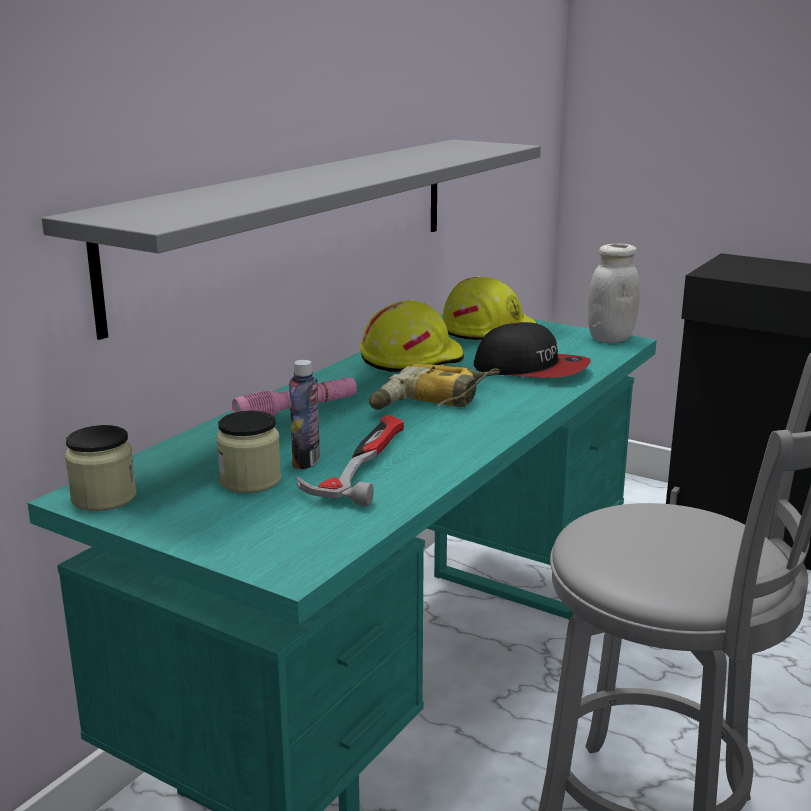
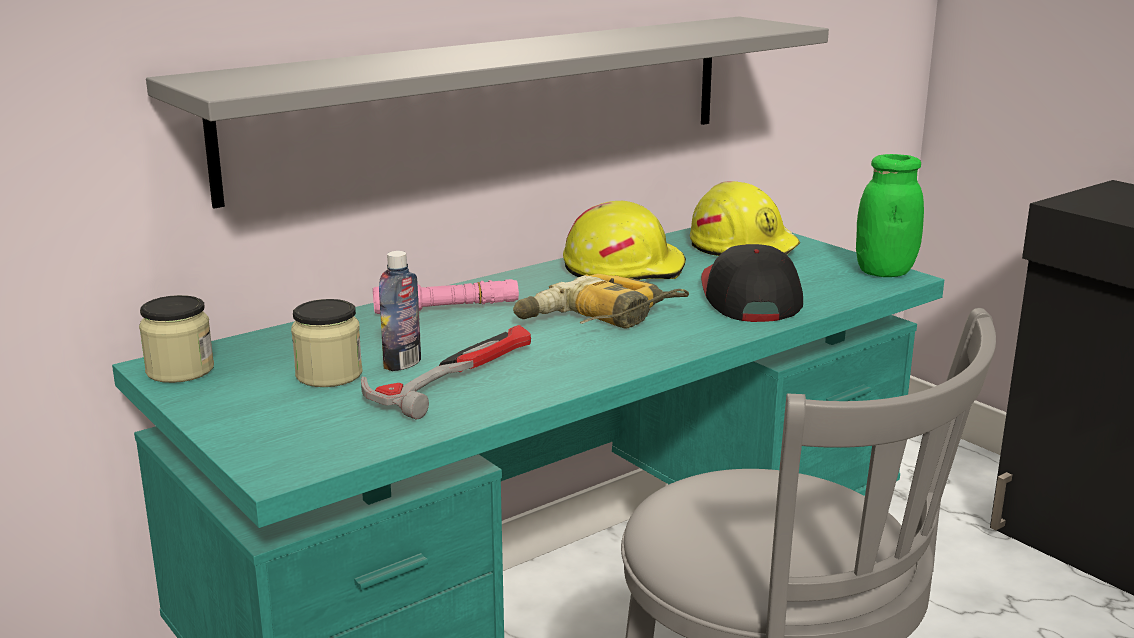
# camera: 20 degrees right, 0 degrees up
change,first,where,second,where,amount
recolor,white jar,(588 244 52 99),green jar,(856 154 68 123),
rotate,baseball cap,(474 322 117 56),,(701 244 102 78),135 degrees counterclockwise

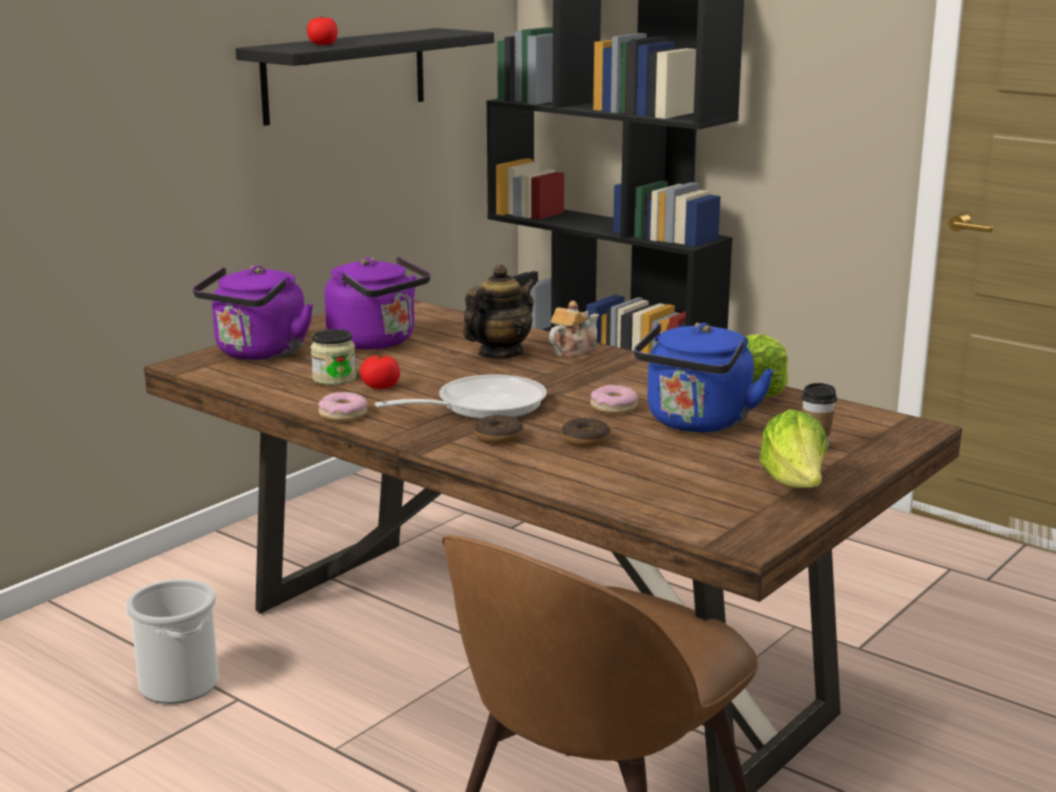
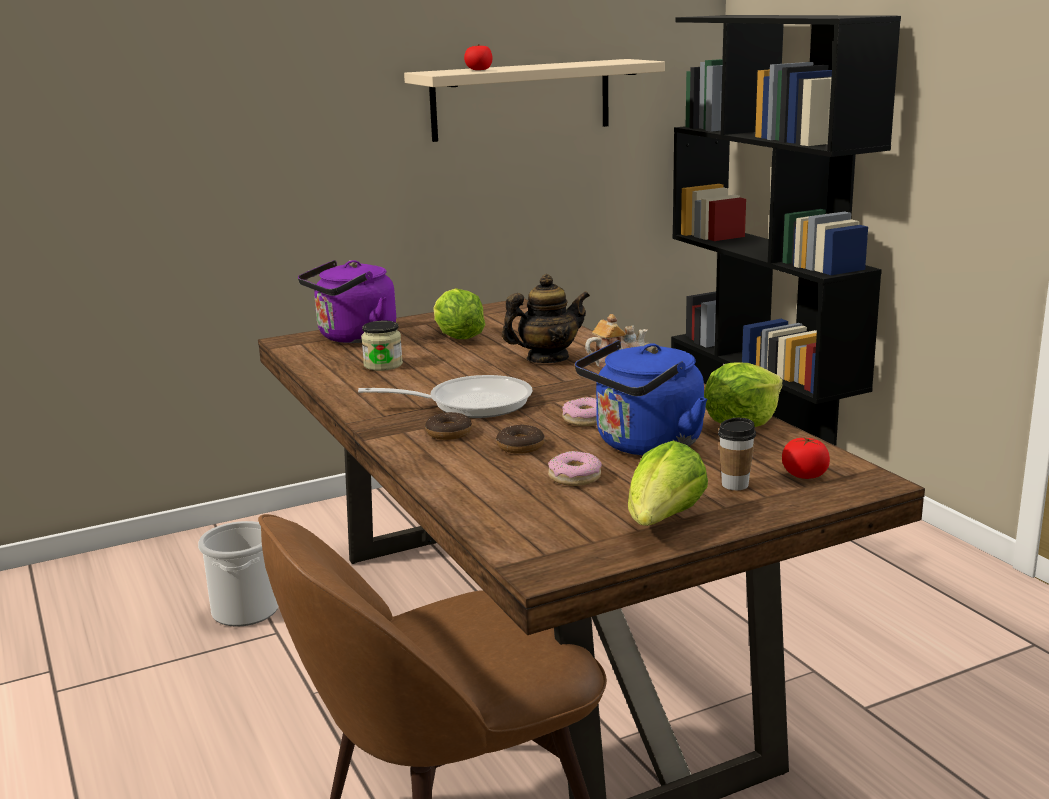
# camera: 25 degrees right, 0 degrees up
change,first,where,second,where,amount
move,ring doughnut,(318 392 49 29),,(548 451 54 35),
move,whole tomato,(360 355 40 34),,(782 437 48 42),
replace,purple tea kettle,(325 256 105 94),lettuce head,(433 288 52 51),
recolor,blackish wall shelf,(236 28 258 98),beige wall shelf,(404 59 261 83),

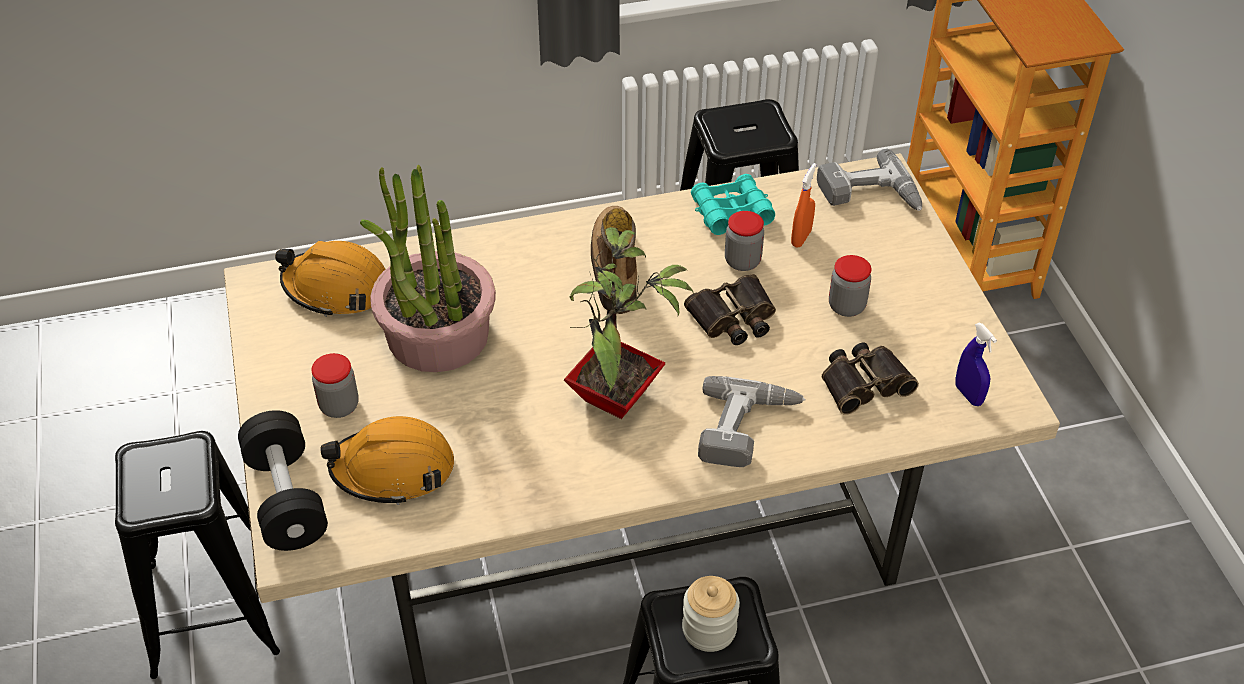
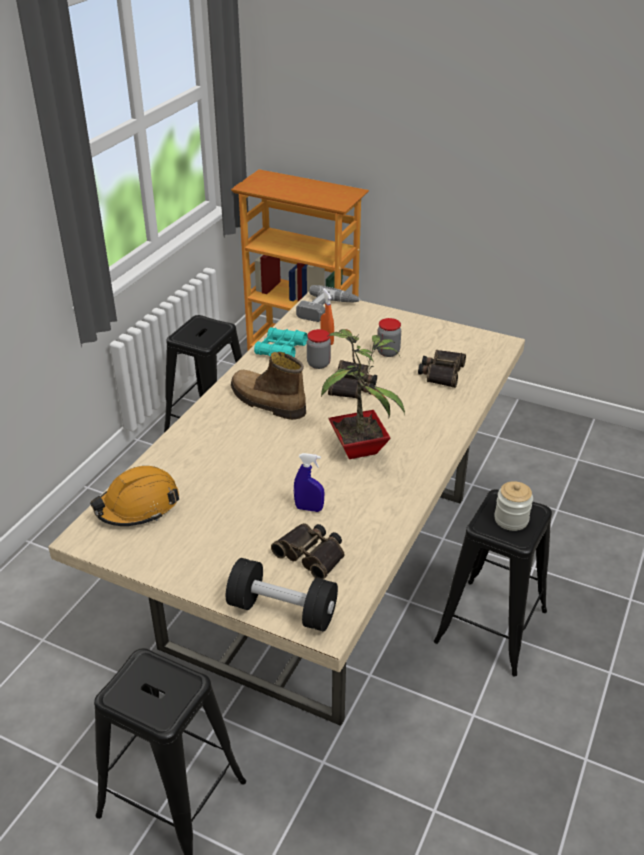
# camera: 50 degrees left, 10 degrees down
change,first,where,second,where,amount
delete,jar,(311 353 48 65),,,
delete,potted plant,(360 164 136 208),,,
delete,power drill,(698 376 108 91),,,
move,blue-coloured spray bottle,(955 323 42 83),,(294 453 30 59),
replace,orange-coloured hard hat,(321 416 133 89),binoculars,(271 523 73 56),

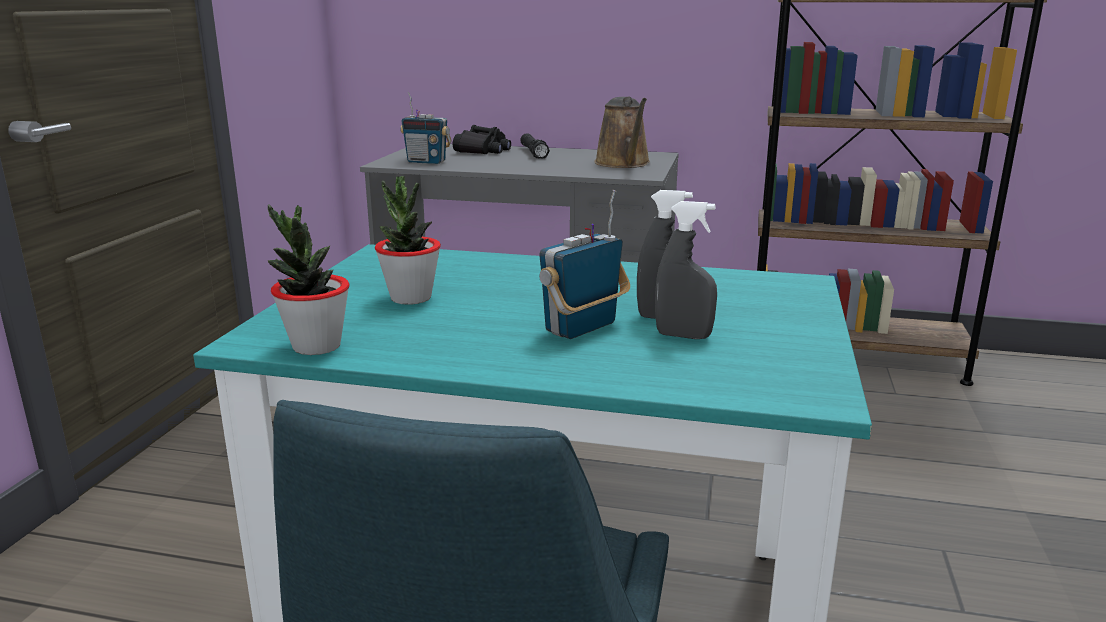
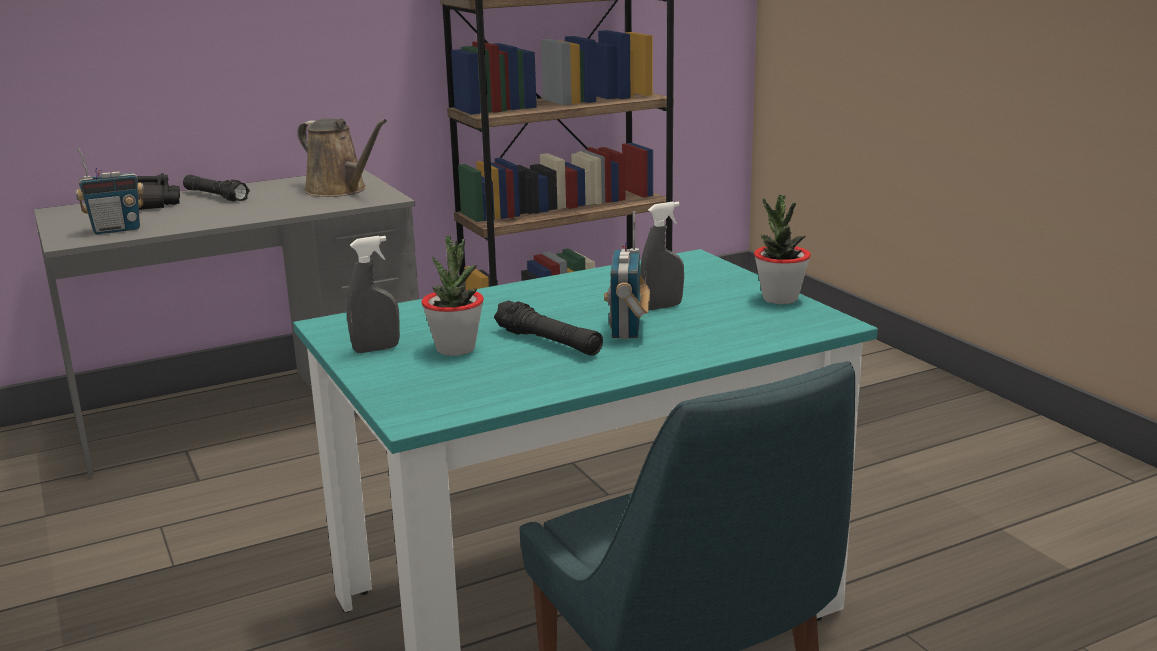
# camera: 40 degrees left, 0 degrees up
change,first,where,second,where,amount
insert,,,blackish hand torch,(494 300 109 56),
move,potted plant,(268 204 81 151),,(754 195 57 109),
move,gray spray bottle,(655 201 62 138),,(347 236 53 117),

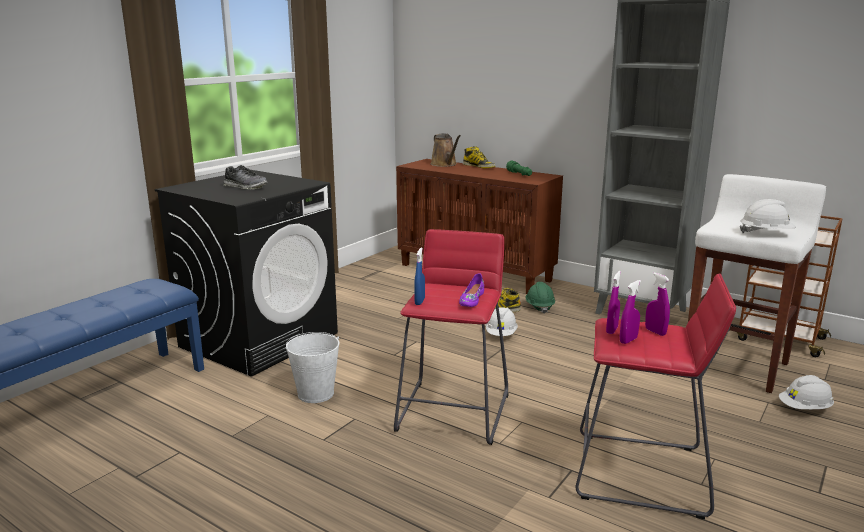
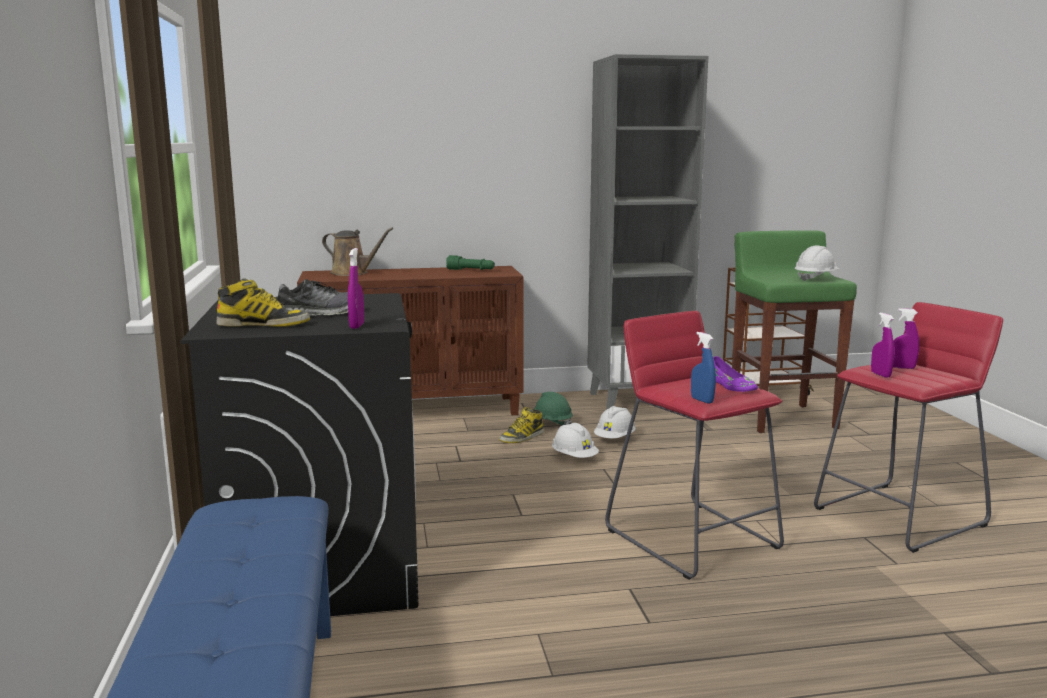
# camera: 45 degrees left, 5 degrees down
change,first,where,second,where,amount
delete,white bucket,(286 332 53 71),,,
move,tall boot,(463 146 32 22),,(217 278 93 49),
move,purple spray bottle,(620 280 21 64),,(348 248 16 81),
move,white hard hat,(779 375 55 34),,(594 406 42 32),
recolor,white sitting stool,(688 174 138 219),green sitting stool,(732 230 125 203),

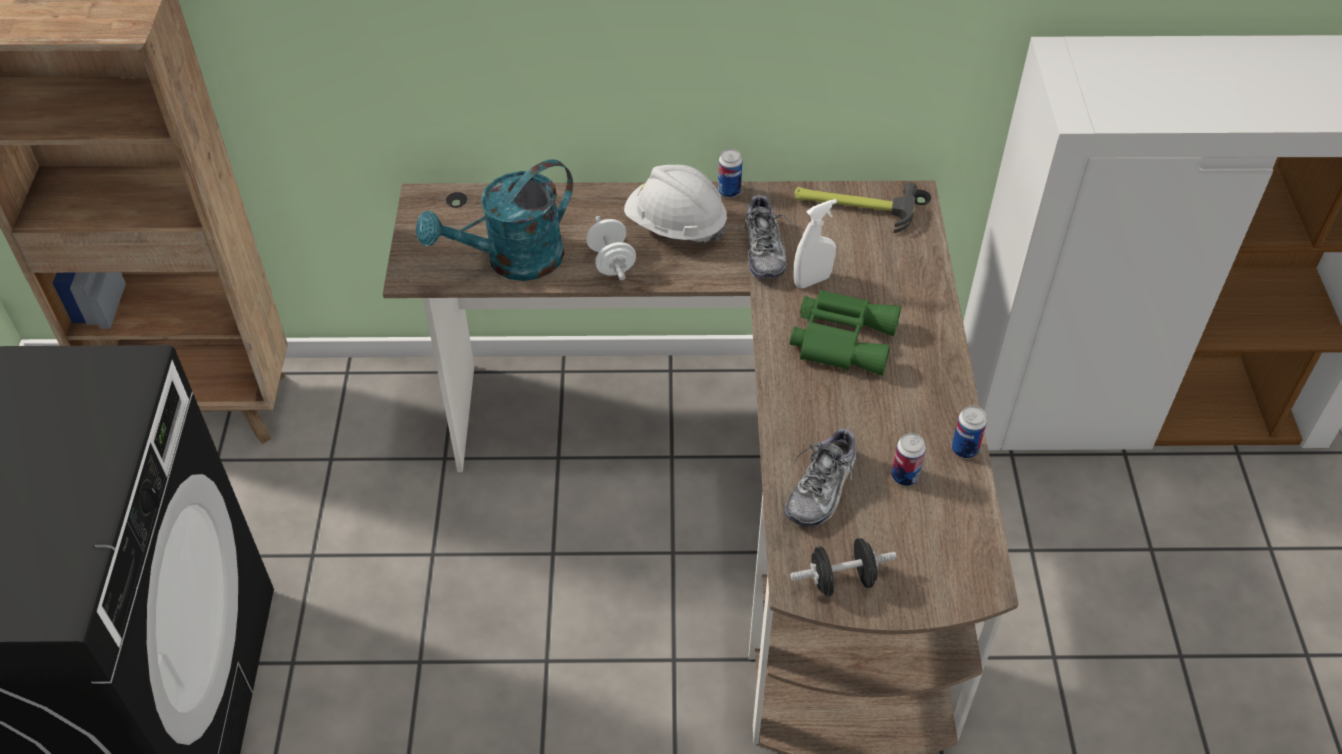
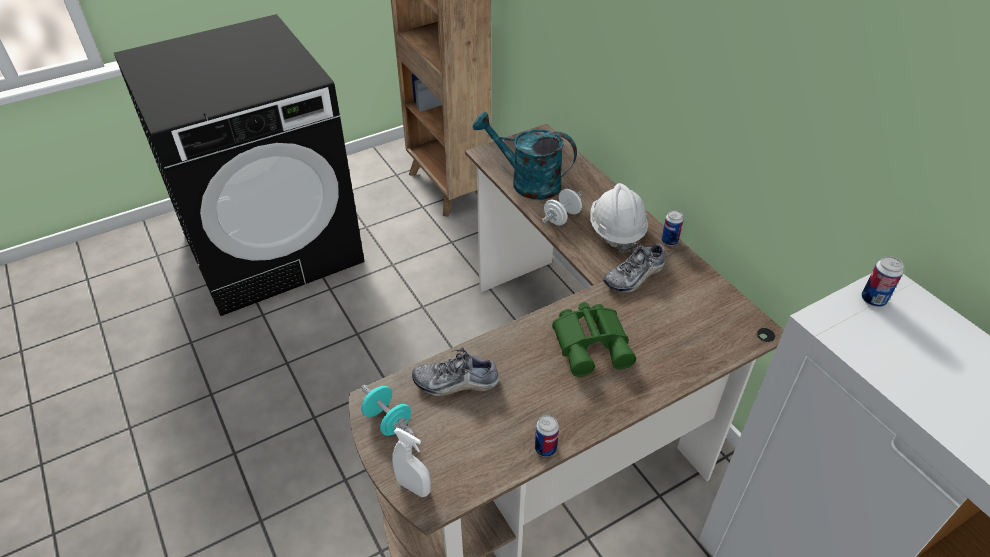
# camera: 60 degrees right, 5 degrees down
change,first,where,second,where,amount
delete,tool hammer,(794 182 123 51),,,
move,white spray bottle,(793 199 44 89),,(392 428 39 69),
move,can,(891 433 35 53),,(861 256 43 51),
recolor,blackish hand weight,(790 538 107 58),turquoise hand weight,(361 385 53 51),

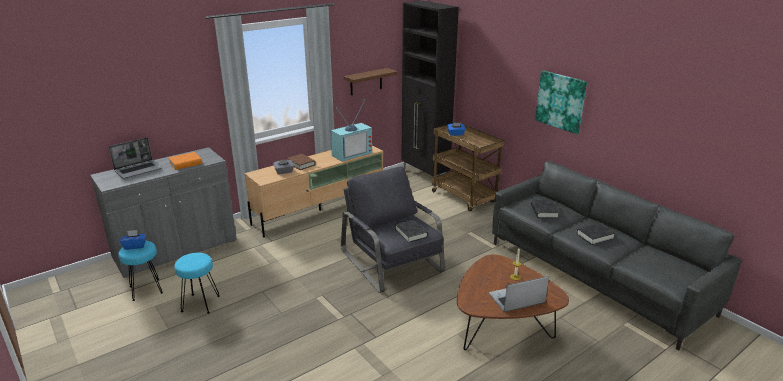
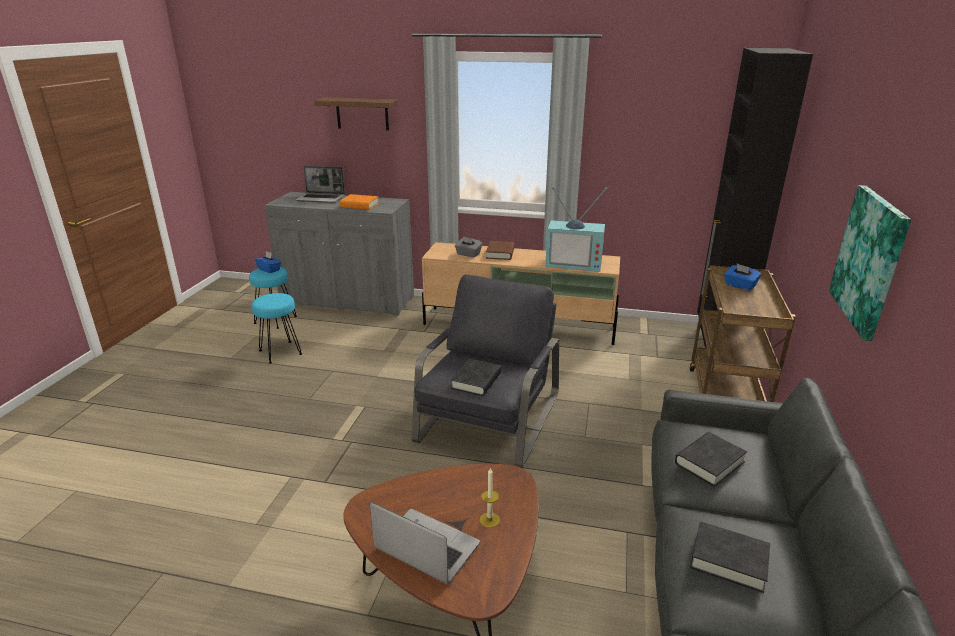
# camera: 50 degrees right, 0 degrees up
change,first,where,second,where,amount
move,brown wall shelf,(344 68 54 27),,(314 97 84 33),

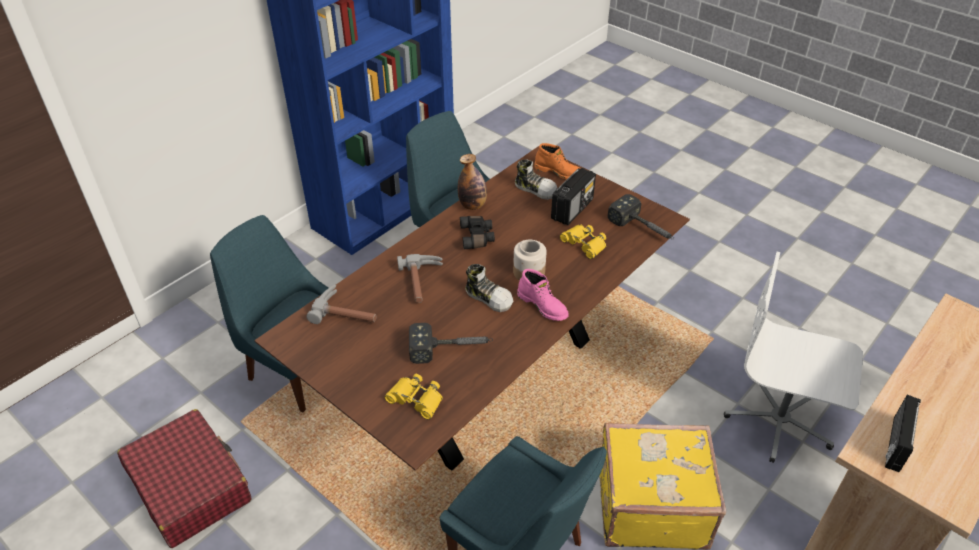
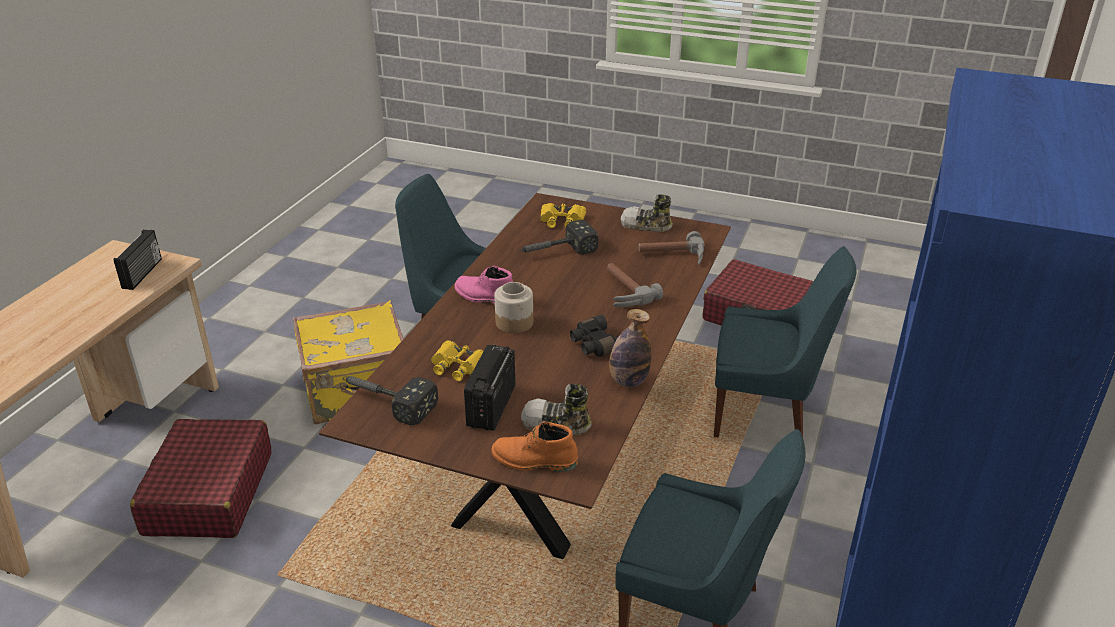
# camera: 160 degrees right, 10 degrees down
change,first,where,second,where,amount
move,shoe,(465 264 48 48),,(621 194 52 38),
replace,white office chair,(724 252 139 211),reddish suitcase,(130 419 142 119),

